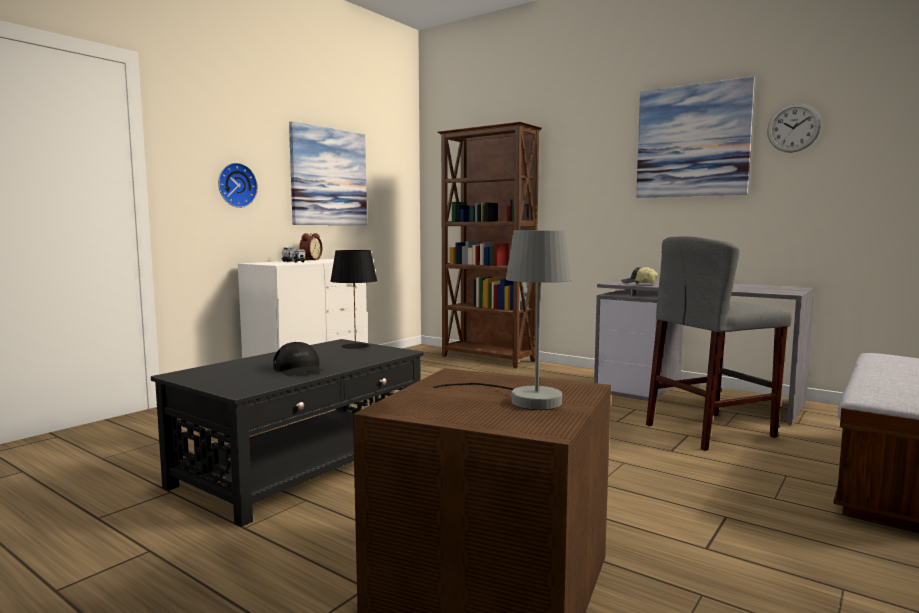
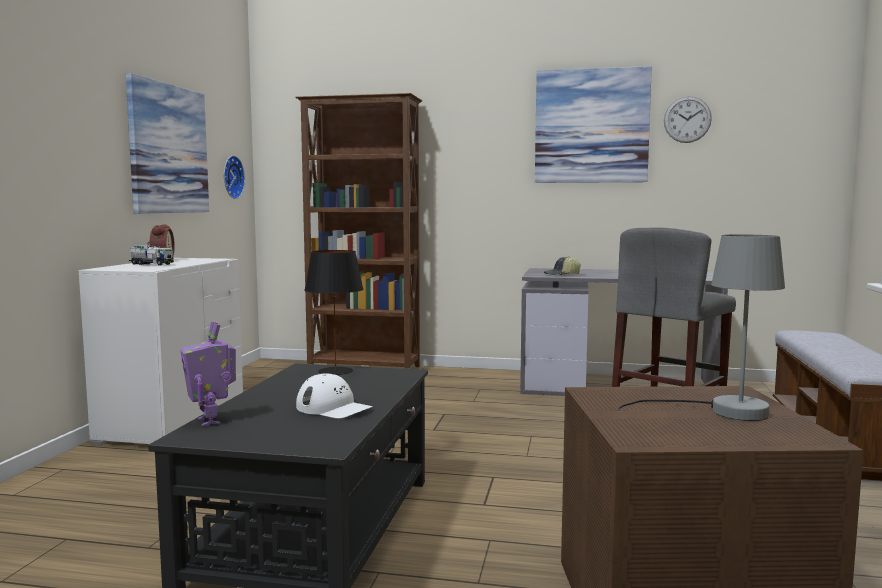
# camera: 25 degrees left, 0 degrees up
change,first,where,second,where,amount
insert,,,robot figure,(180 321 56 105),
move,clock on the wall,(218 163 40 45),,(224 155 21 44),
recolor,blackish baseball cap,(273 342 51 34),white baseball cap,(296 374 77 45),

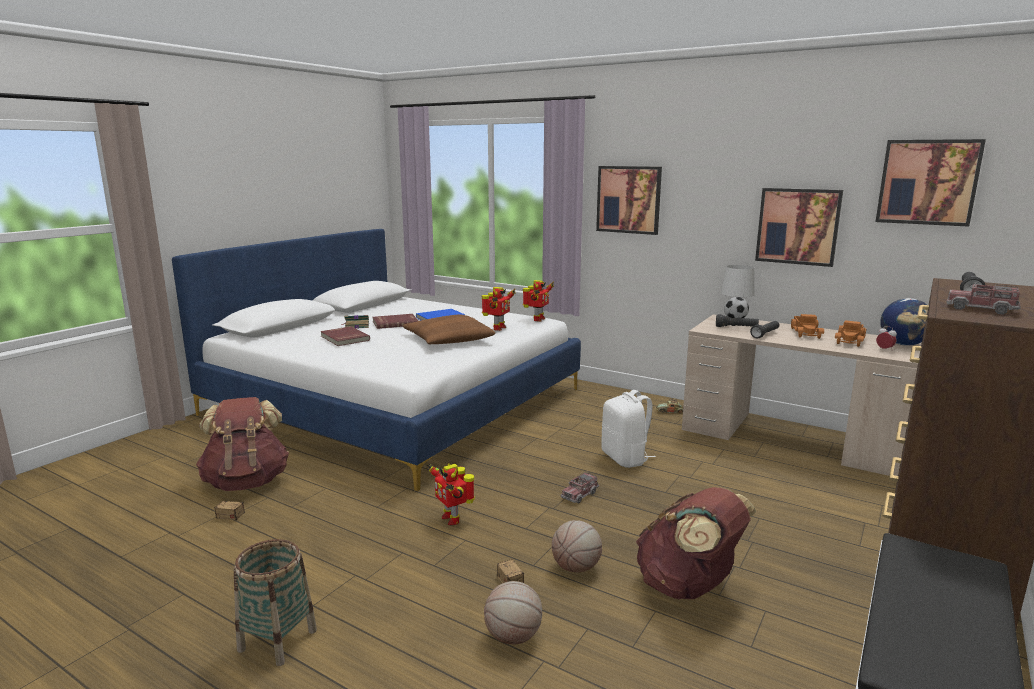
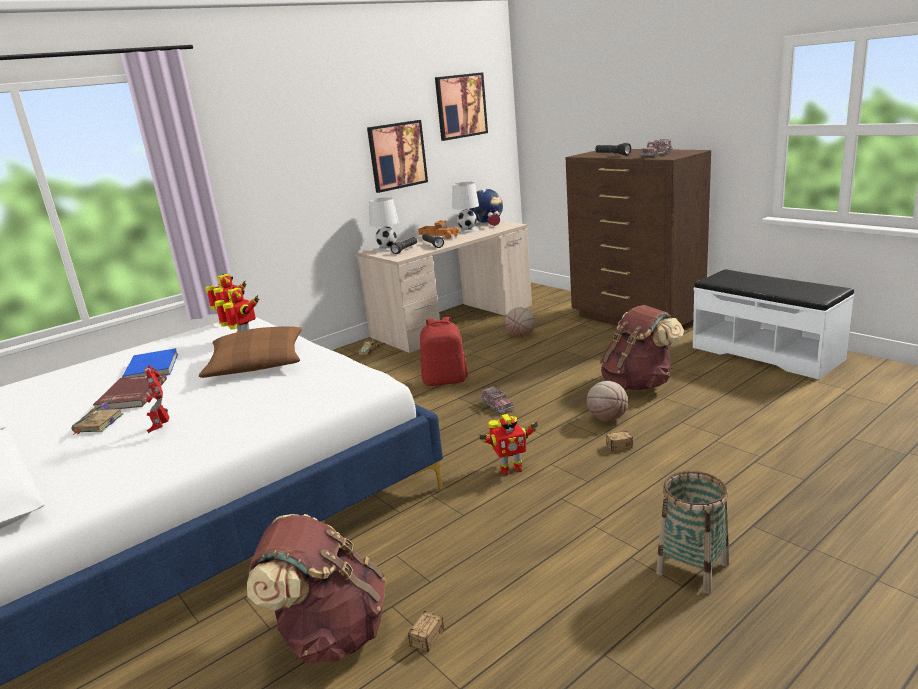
# camera: 70 degrees left, 5 degrees up
change,first,where,second,where,amount
delete,wall picture,(596 166 66 69),,,
move,basketball,(484 581 58 63),,(505 307 30 30),
replace,reddish volume,(320 326 50 20),robot figure,(144 365 26 68),
replace,model truck,(835 320 31 27),white tabletop lamp,(452 182 27 51),
recolor,white rucksack,(601 390 55 78),reddish rucksack,(420 317 48 69),

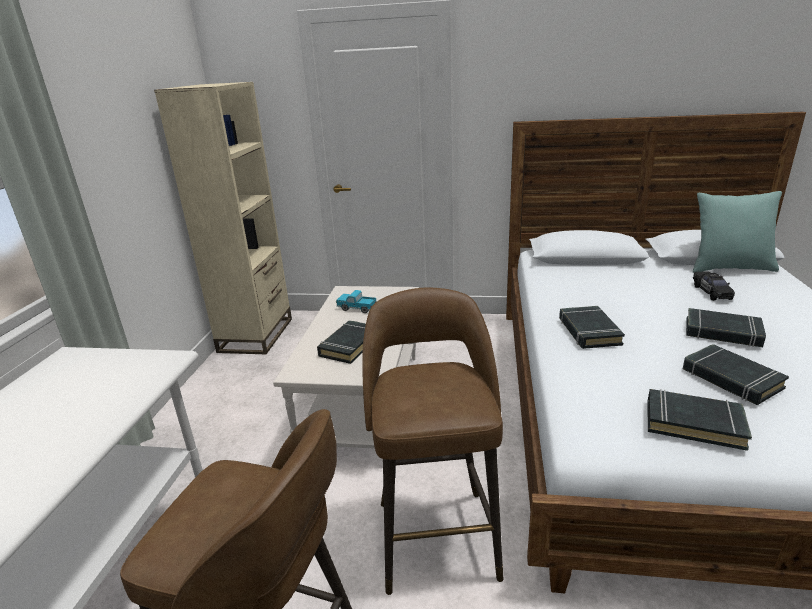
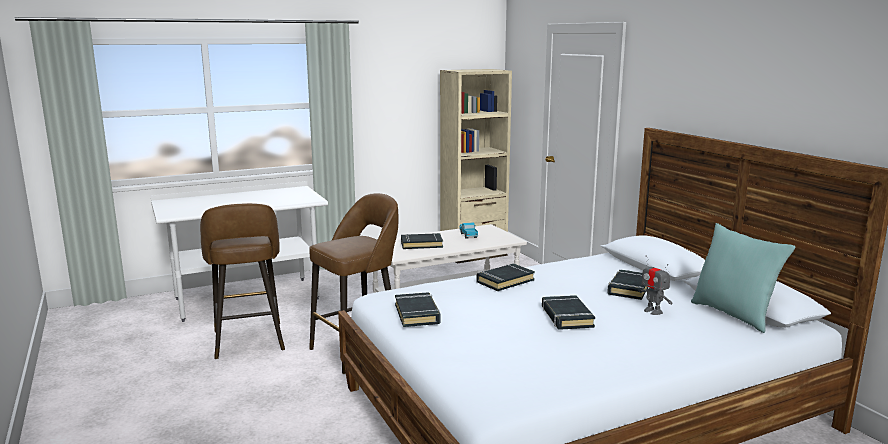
# camera: 55 degrees right, 10 degrees down
change,first,where,second,where,amount
move,blackish volume,(683 344 106 61),,(607 270 42 30),
replace,blackish toy car,(693 271 42 30),robot figure,(639 256 33 59),

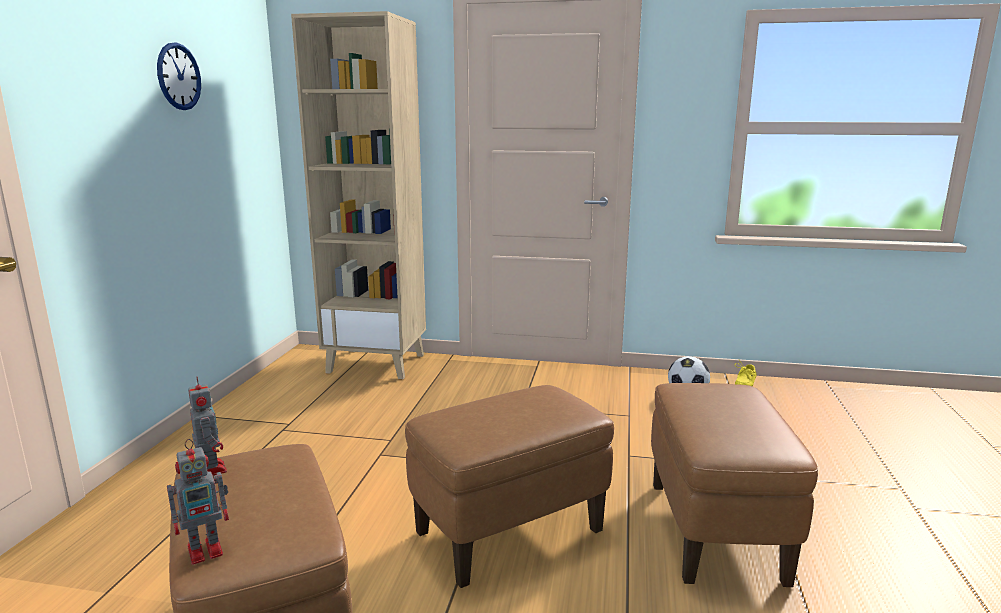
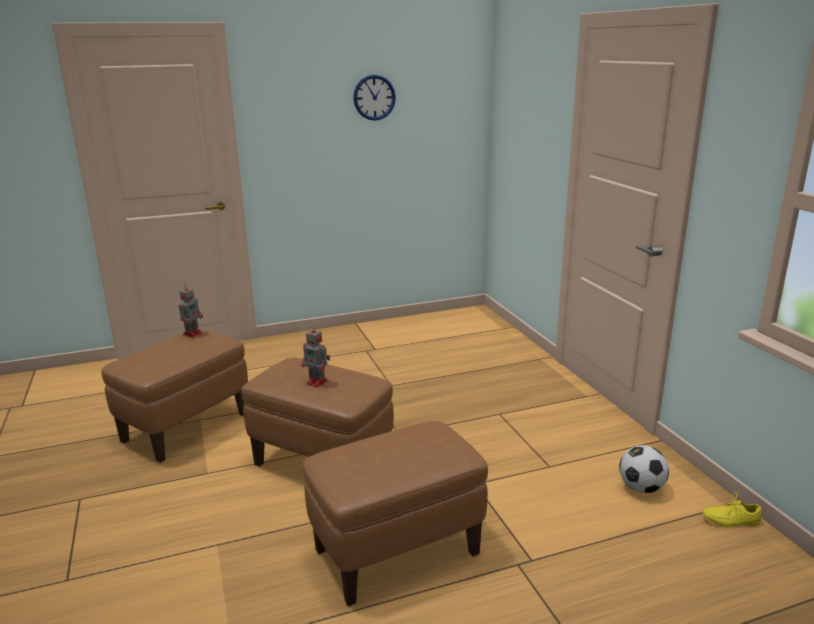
# camera: 60 degrees right, 5 degrees up
change,first,where,second,where,amount
delete,beige shelving unit,(291 11 135 368),,,
move,robot figure,(167 439 62 126),,(301 325 29 62),

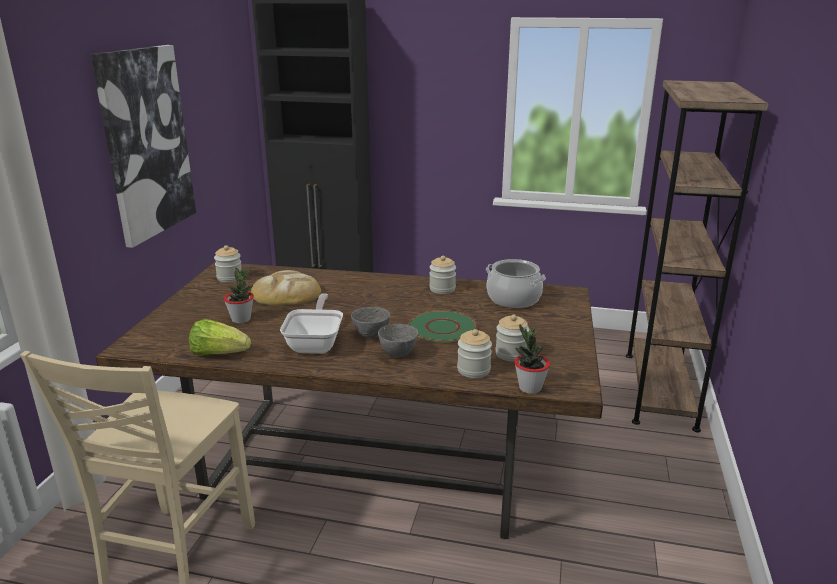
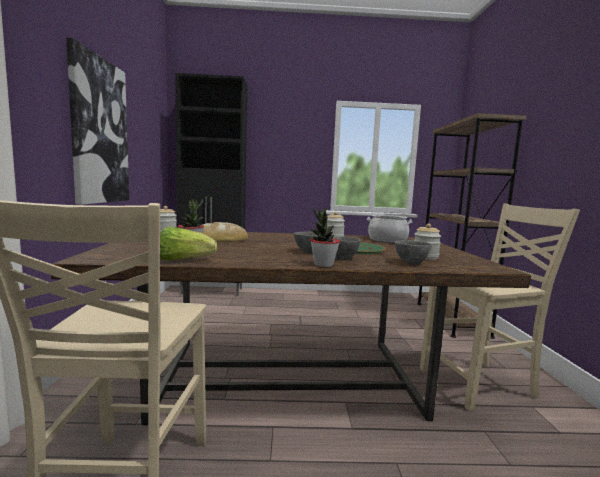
# camera: 15 degrees left, 15 degrees down
change,first,where,second,where,amount
delete,pan,(280 293 63 61),,,
insert,,,beige upright chair,(420 203 160 208),
move,potted plant,(514 324 36 70),,(310 207 30 60),
replace,jar,(457 329 35 49),gray bowl,(394 240 38 24),

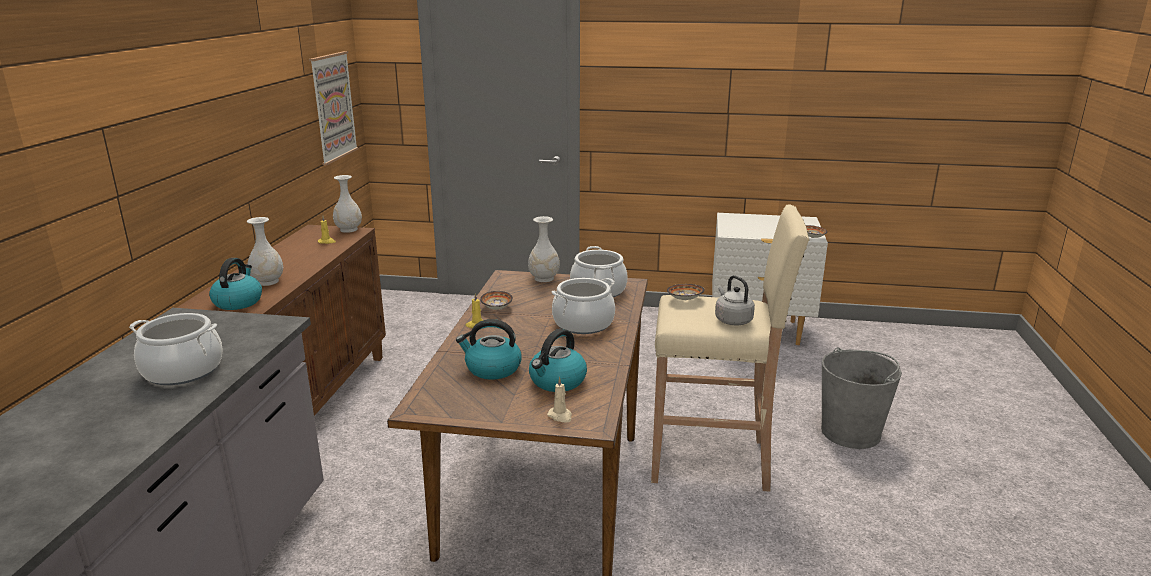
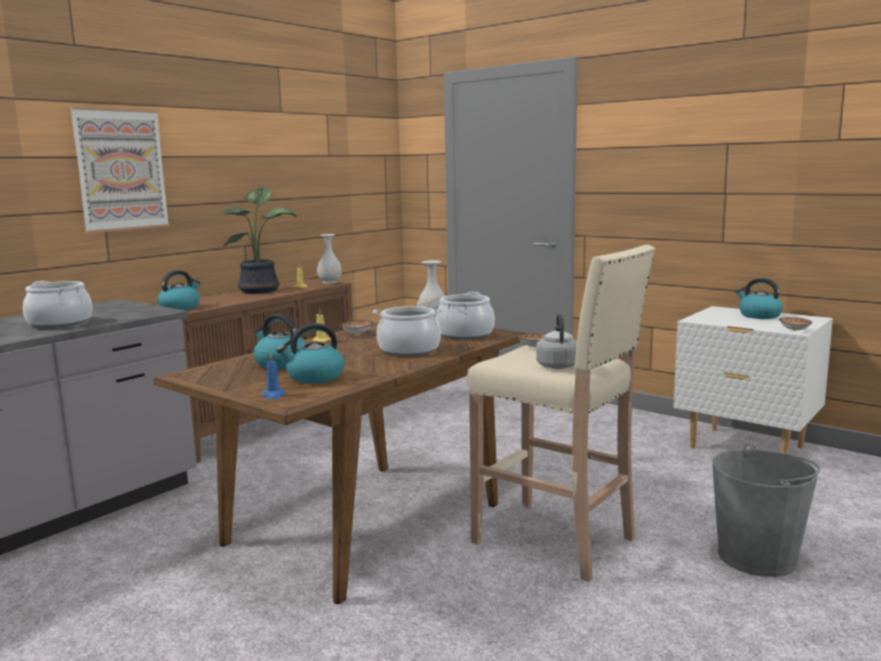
# camera: 30 degrees right, 10 degrees down
change,first,where,second,where,amount
delete,white decorative vase,(247 217 36 69),,,
insert,,,potted plant,(222 187 75 107),
insert,,,tea kettle,(735 278 48 41),
move,wall picture,(309 51 50 114),,(70 107 100 126),
recolor,beige wax light,(547 377 25 46),blue-coloured wax light,(262 353 23 46),

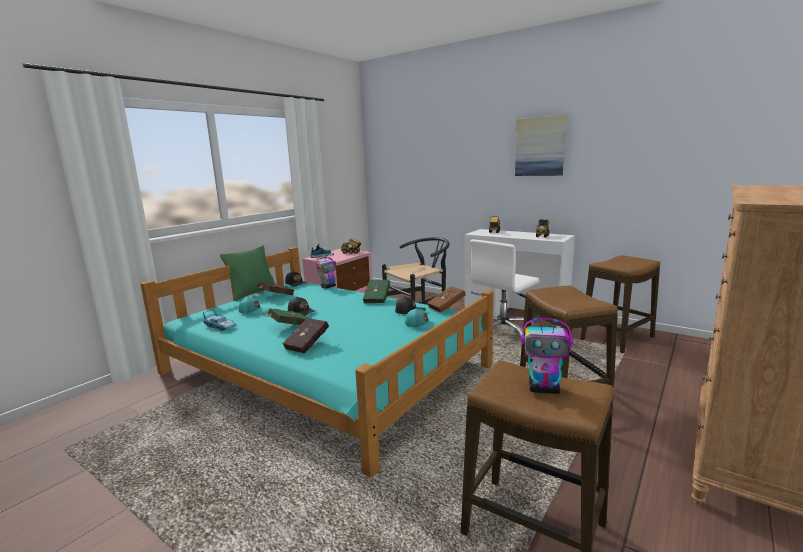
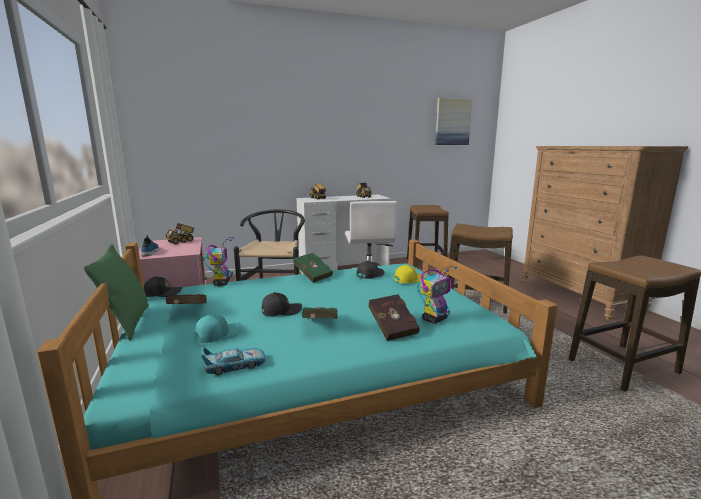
# camera: 55 degrees left, 0 degrees up
change,first,where,second,where,amount
delete,brown volume,(427 286 39 27),,,
move,wall picture,(515 115 51 61),,(435 98 37 47),
move,robot figure,(521 317 52 77),,(417 266 40 58),
recolor,turquoise baseball cap,(405 308 33 22),yellow-coloured baseball cap,(394 264 32 19),

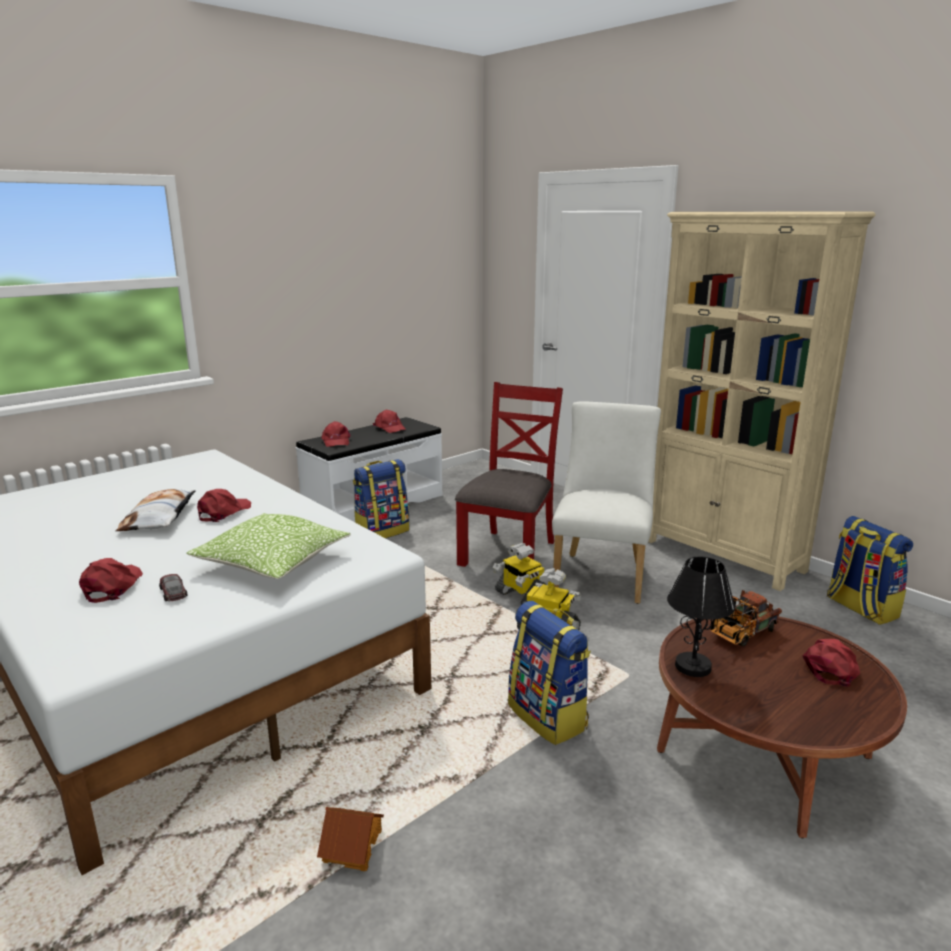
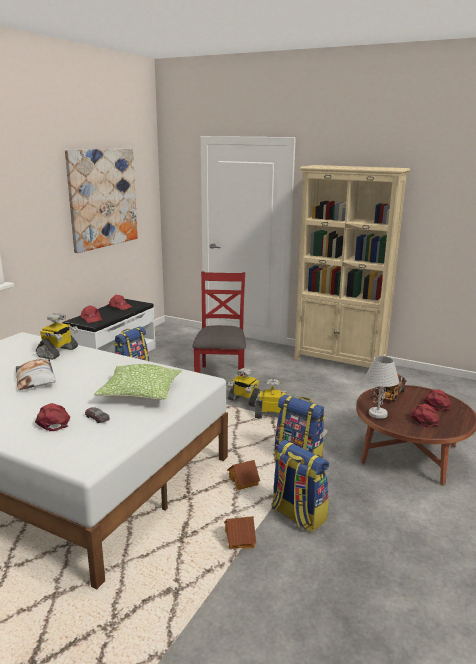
# camera: 20 degrees left, 0 degrees up
change,first,where,second,where,amount
delete,white upright chair,(552 401 109 203),,,
insert,,,robot figure,(36 313 42 47),
insert,,,wall picture,(65 149 73 104),
insert,,,miniature house,(227 460 33 30),
move,reddish baseball cap,(197 489 54 33),,(411 404 29 24),
move,rucksack,(827 516 86 109),,(271 440 58 92),
recolor,blackish tabletop lamp,(667 557 68 120),white tabletop lamp,(365 356 34 63),

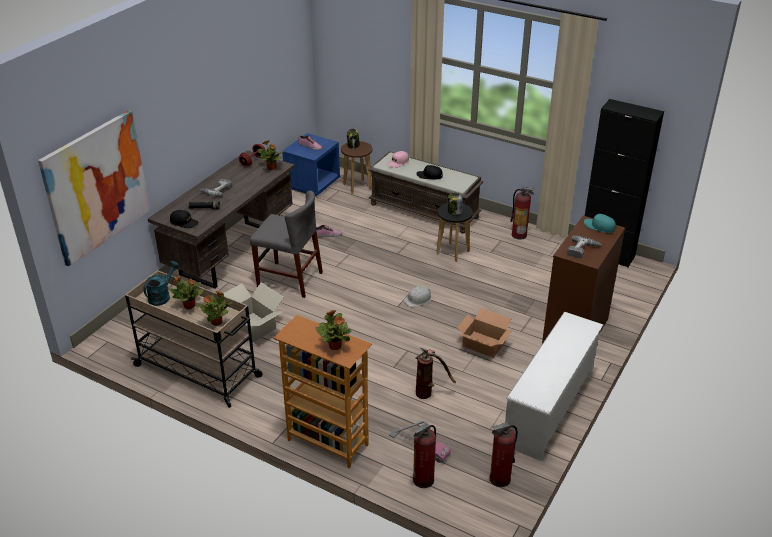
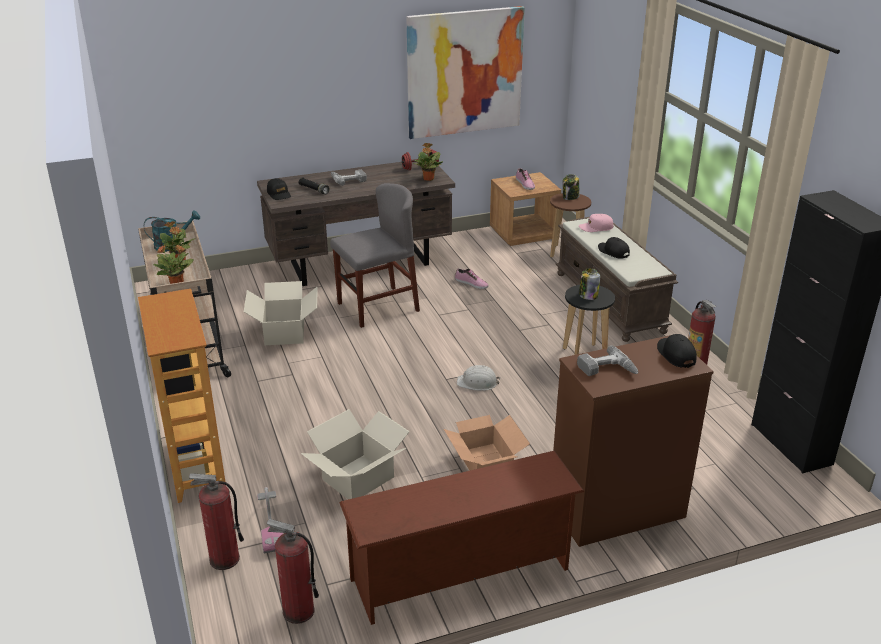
# camera: 40 degrees right, 5 degrees down
change,first,where,second,where,amount
delete,potted plant,(315 310 36 40),,,
move,wall picture,(38 110 112 156),,(406 6 119 133),
replace,extinguisher,(415 348 41 51),packing box,(301 409 109 90),
recolor,blue-coloured nightstand,(282 133 58 64),brown nightstand,(490 172 71 74),
recolor,white shoe rack,(505 312 98 149),brown shoe rack,(339 451 245 174),
recolor,turquoise baseball cap,(584 214 32 19),blackish baseball cap,(657 334 40 34),
rotate,gray upright chair,(250 191 73 107),,(330 183 90 145),90 degrees counterclockwise

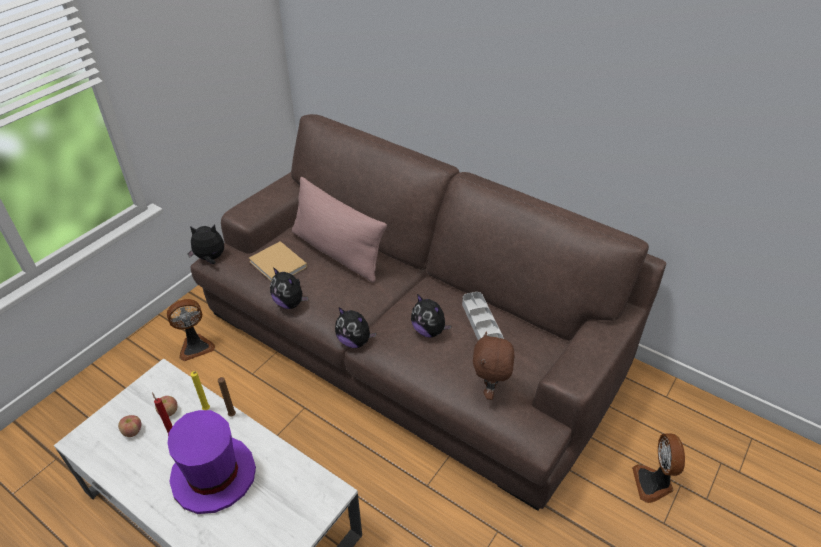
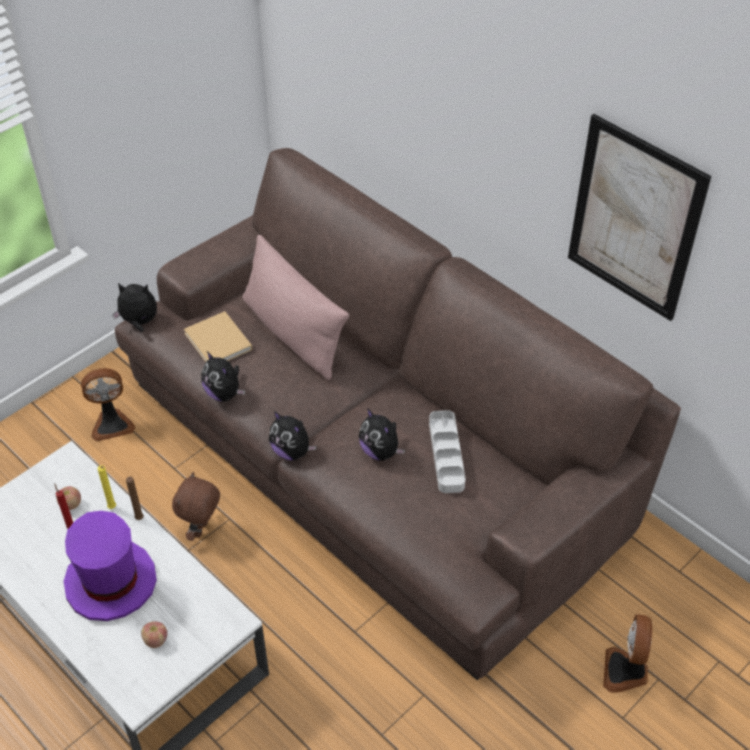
# camera: 10 degrees right, 5 degrees up
change,first,where,second,where,amount
insert,,,wall picture,(568 114 144 207),
move,whole apple,(118 415 23 22),,(141 621 26 27),
move,brown plush toy,(473 331 41 69),,(172 472 48 69),

